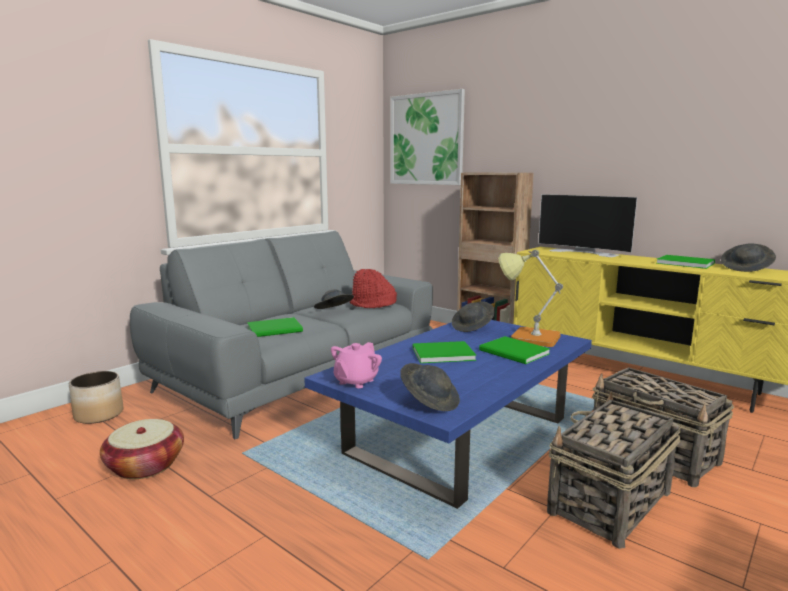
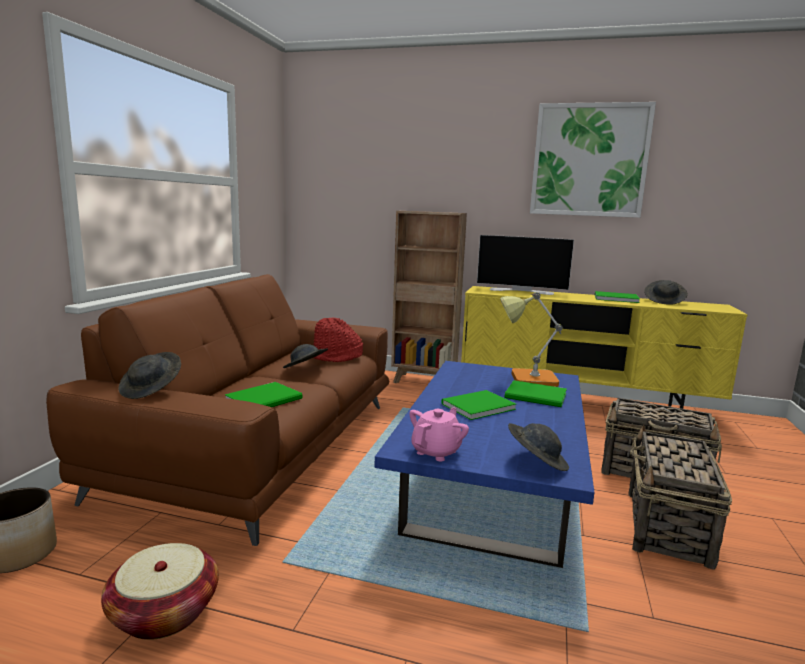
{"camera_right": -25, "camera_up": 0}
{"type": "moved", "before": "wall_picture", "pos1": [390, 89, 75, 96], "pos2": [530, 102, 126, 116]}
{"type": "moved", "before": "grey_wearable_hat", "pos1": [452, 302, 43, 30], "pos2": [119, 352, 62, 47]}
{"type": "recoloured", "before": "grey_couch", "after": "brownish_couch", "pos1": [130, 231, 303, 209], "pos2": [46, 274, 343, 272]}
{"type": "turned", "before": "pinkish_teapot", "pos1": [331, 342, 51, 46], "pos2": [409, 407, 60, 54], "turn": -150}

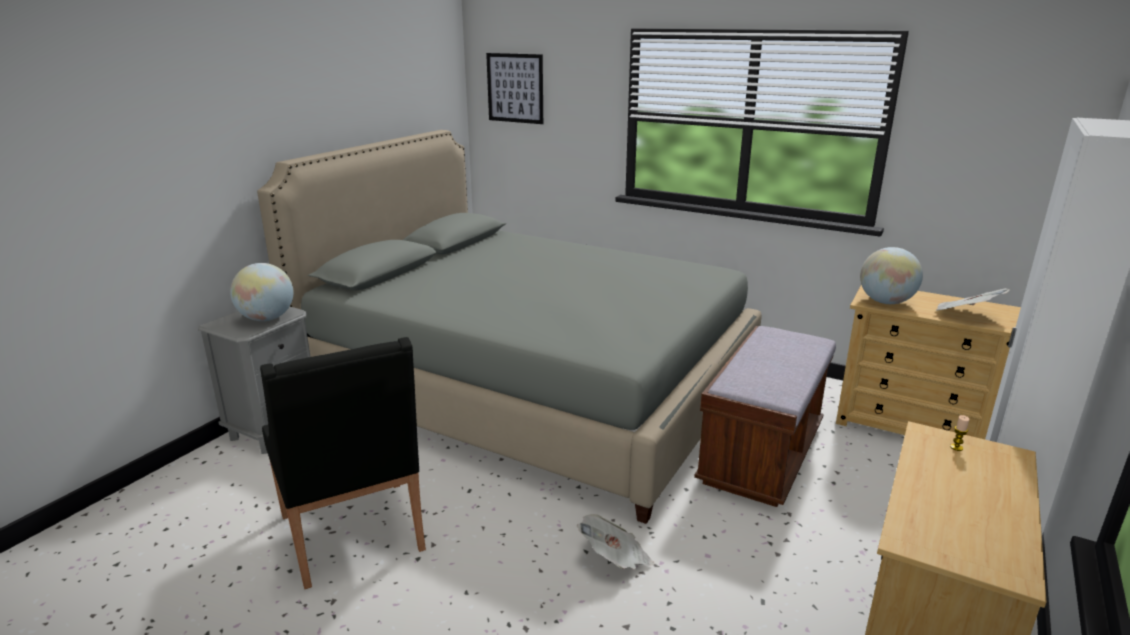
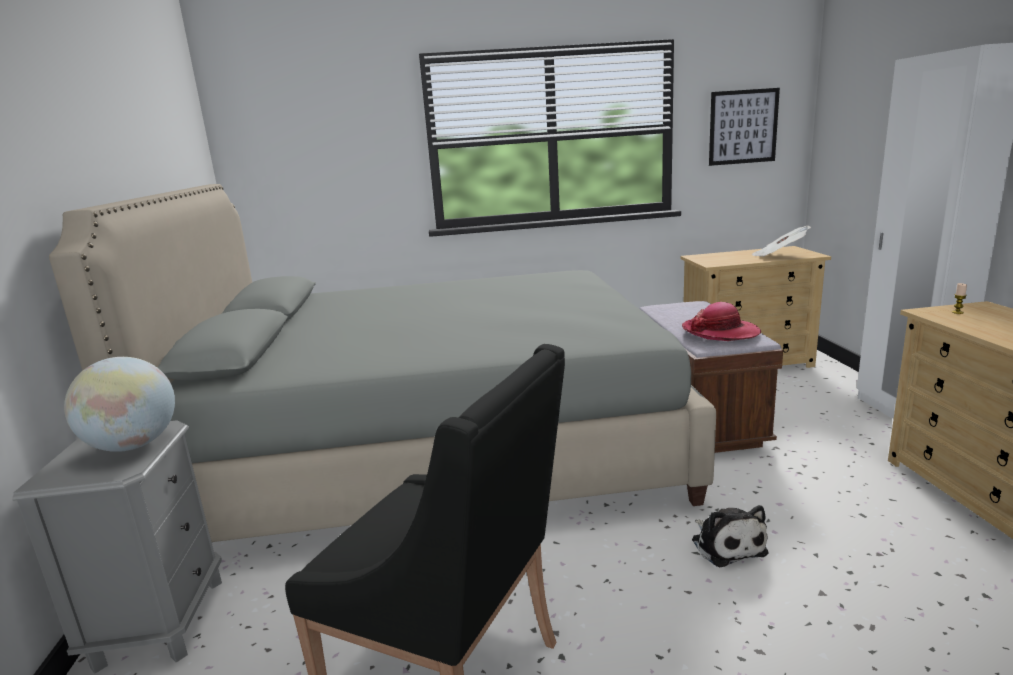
{"camera_right": -35, "camera_up": -5}
{"type": "removed", "before": "world_globe", "pos1": [860, 247, 63, 57]}
{"type": "added", "after": "wearable_hat", "pos2": [682, 302, 79, 39]}
{"type": "moved", "before": "wall_picture", "pos1": [486, 53, 57, 71], "pos2": [709, 88, 71, 78]}
{"type": "replaced", "before": "daily_paper", "after": "plush_toy", "pos1": [577, 514, 77, 56], "pos2": [692, 505, 77, 63]}

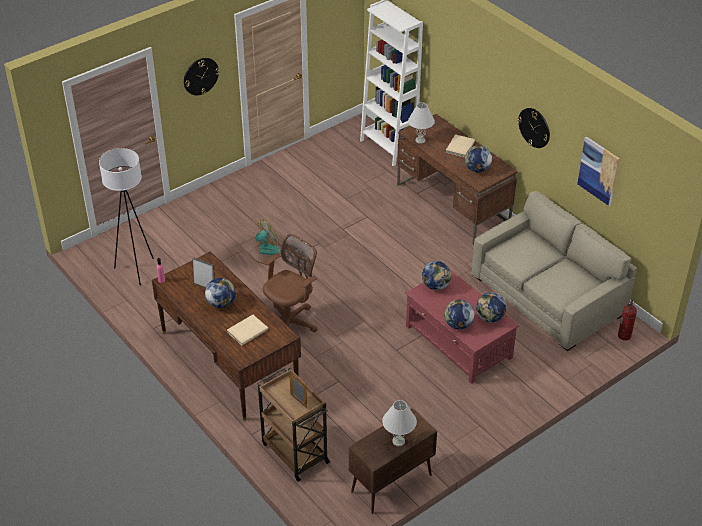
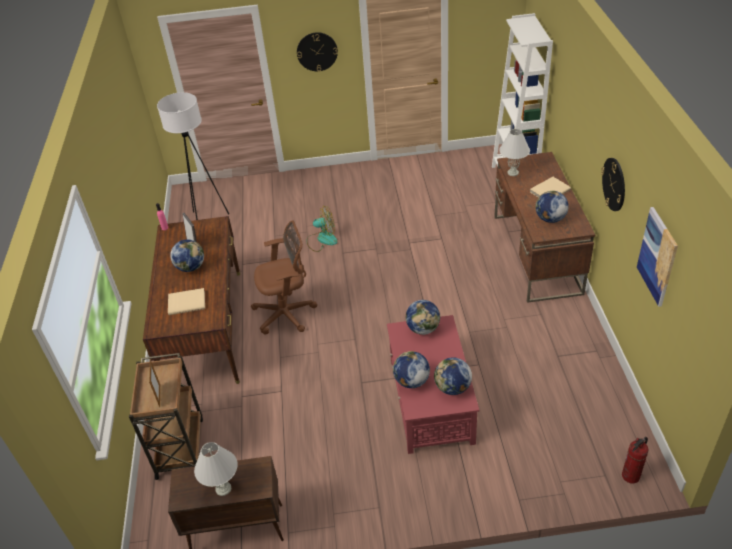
{"camera_right": 35, "camera_up": 0}
{"type": "removed", "before": "sand-coloured_couch", "pos1": [471, 191, 166, 160]}

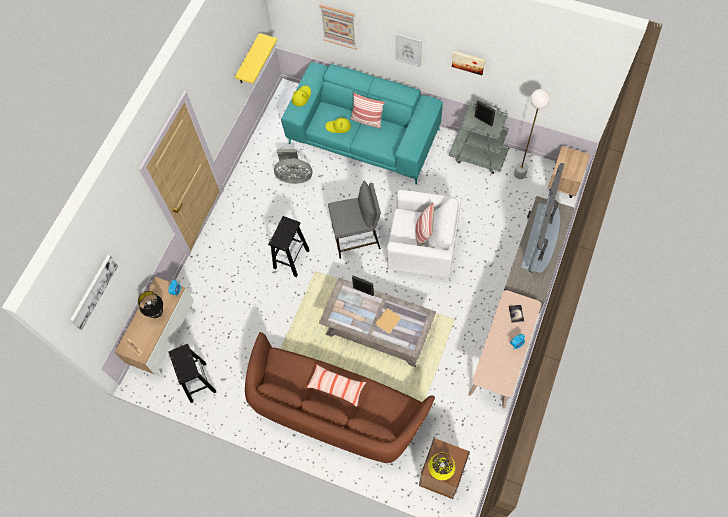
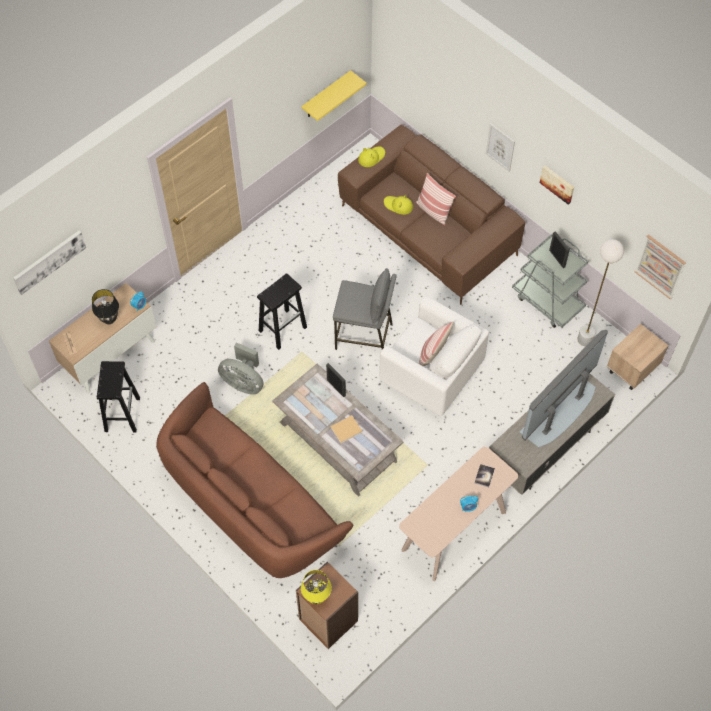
{"camera_right": 20, "camera_up": -5}
{"type": "removed", "before": "pillow", "pos1": [306, 364, 60, 43]}
{"type": "moved", "before": "grey_electric_fan", "pos1": [274, 149, 38, 35], "pos2": [218, 342, 45, 53]}
{"type": "moved", "before": "wall_picture", "pos1": [319, 5, 38, 45], "pos2": [634, 234, 52, 66]}
{"type": "recoloured", "before": "turquoise-coloured_couch", "after": "brownish_couch", "pos1": [281, 62, 162, 122], "pos2": [338, 125, 187, 180]}

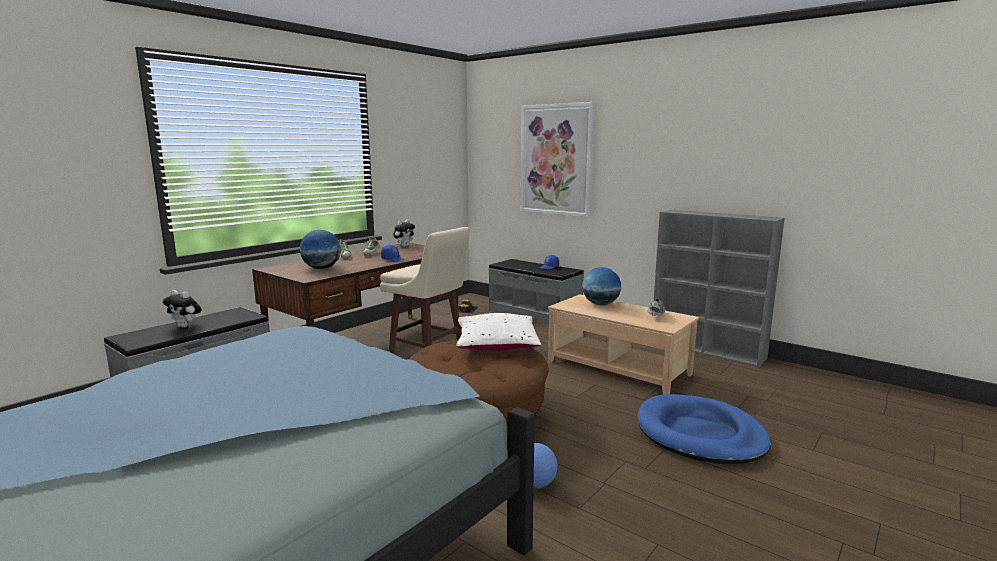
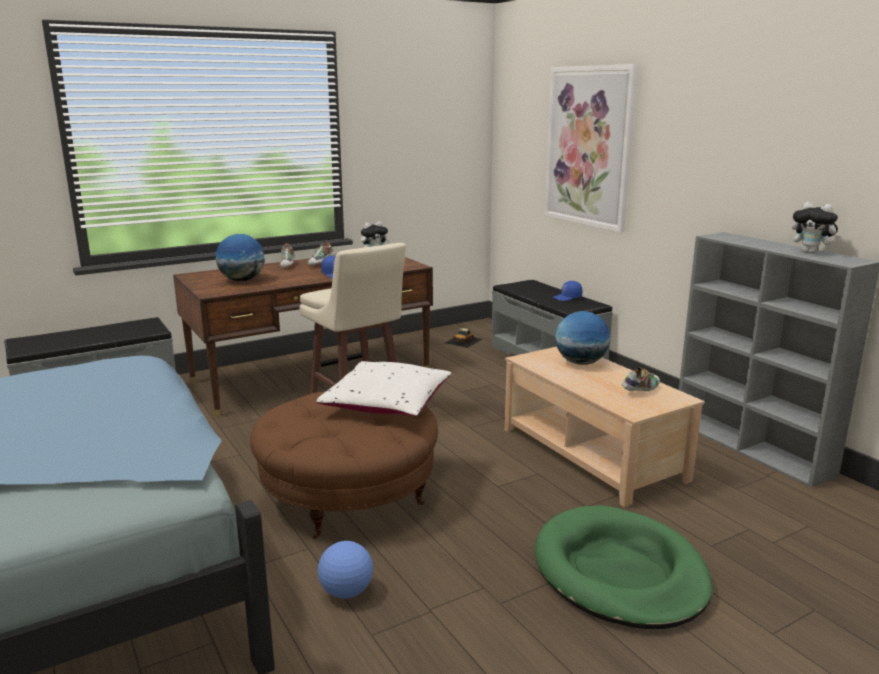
{"camera_right": 20, "camera_up": 5}
{"type": "moved", "before": "plush_toy", "pos1": [163, 290, 39, 38], "pos2": [792, 202, 49, 52]}
{"type": "recoloured", "before": "bluish_dog_cushion", "after": "green-coloured_dog_cushion", "pos1": [637, 394, 134, 70], "pos2": [535, 505, 178, 124]}

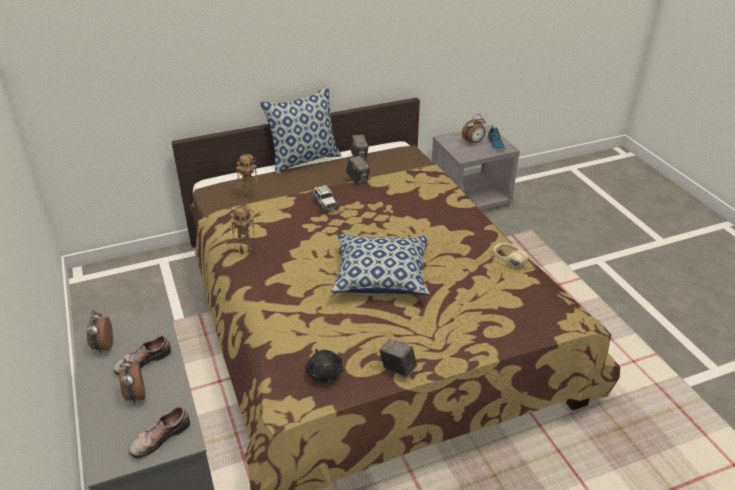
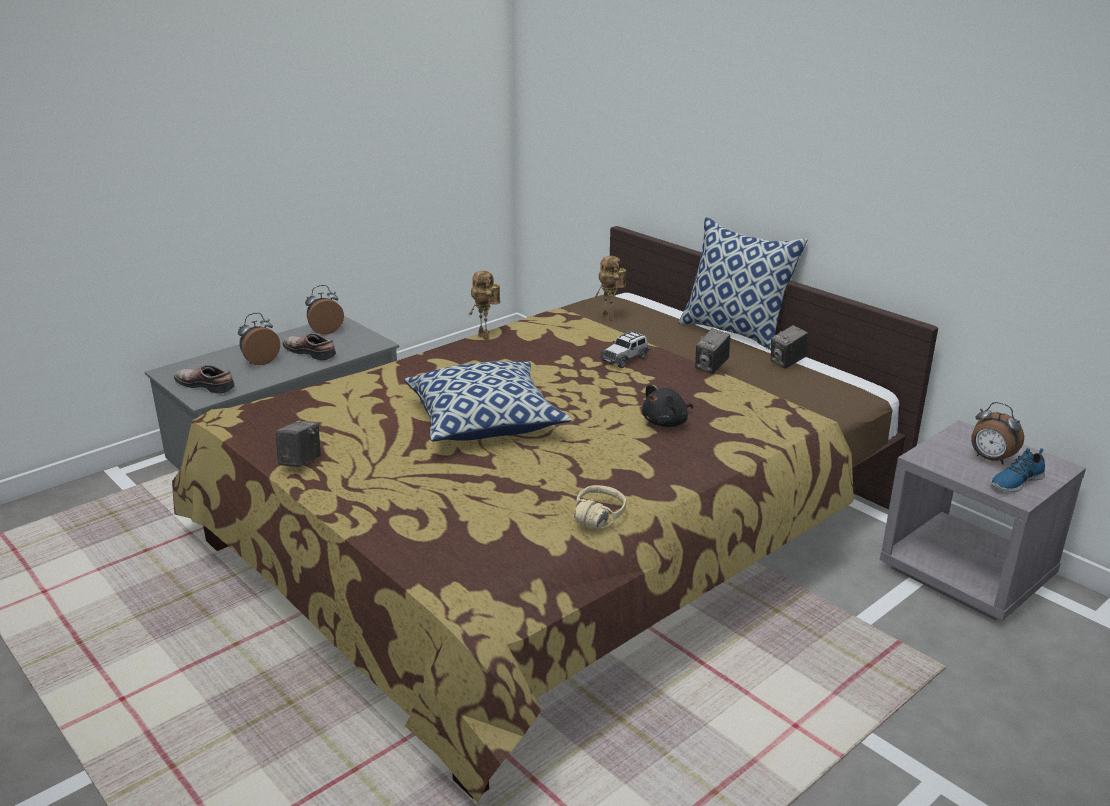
{"camera_right": 70, "camera_up": -10}
{"type": "moved", "before": "black_plush_toy", "pos1": [305, 349, 38, 33], "pos2": [642, 385, 51, 42]}

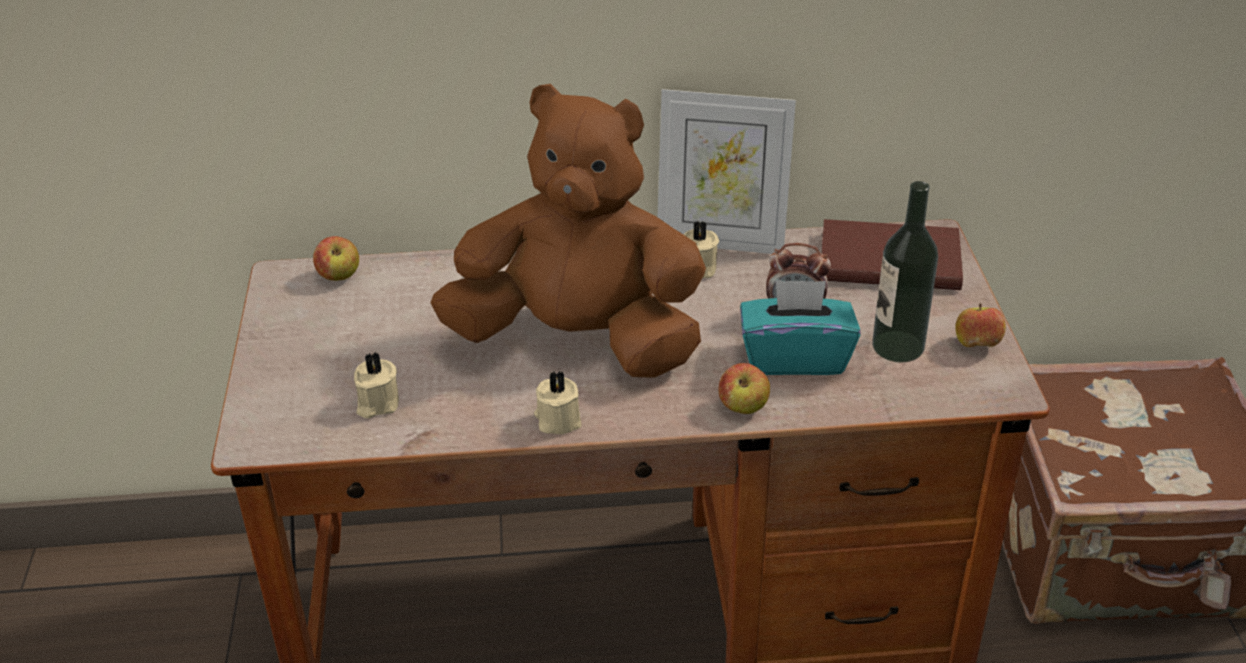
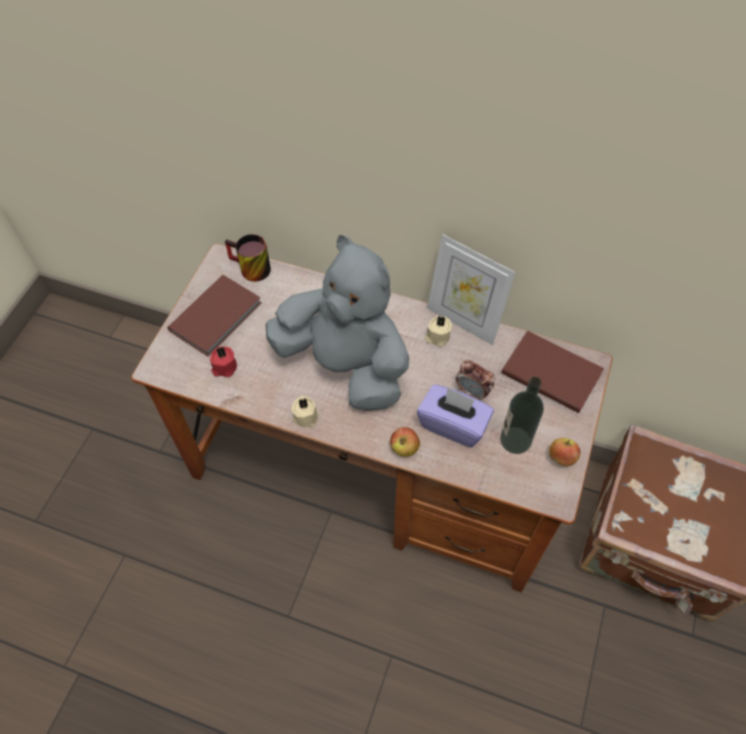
{"camera_right": 25, "camera_up": 20}
{"type": "added", "after": "brownish_bound_book", "pos2": [167, 275, 95, 82]}
{"type": "replaced", "before": "apple_fruit", "after": "tea_mug", "pos1": [313, 236, 46, 45], "pos2": [225, 234, 46, 48]}
{"type": "recoloured", "before": "sand-coloured_wax_candle", "after": "reddish_wax_candle", "pos1": [354, 352, 45, 66], "pos2": [210, 346, 27, 31]}
{"type": "recoloured", "before": "brownish_plush_toy", "after": "grey_plush_toy", "pos1": [430, 84, 276, 294], "pos2": [266, 235, 143, 176]}
{"type": "recoloured", "before": "turquoise-coloured_box_of_tissues", "after": "purplish_box_of_tissues", "pos1": [740, 279, 121, 96], "pos2": [417, 384, 77, 64]}

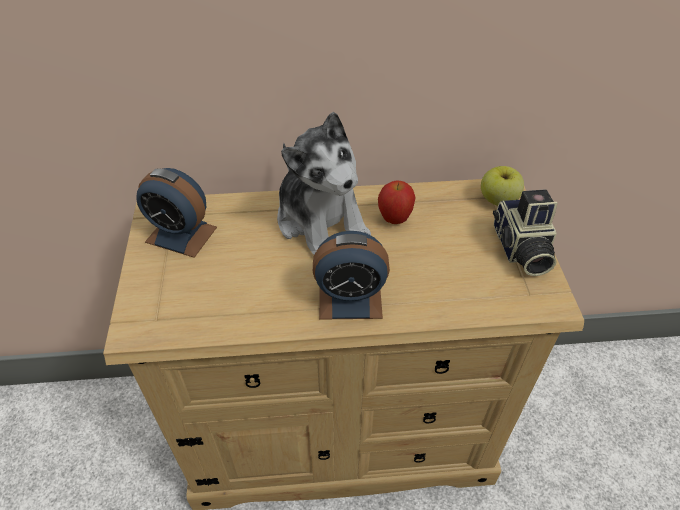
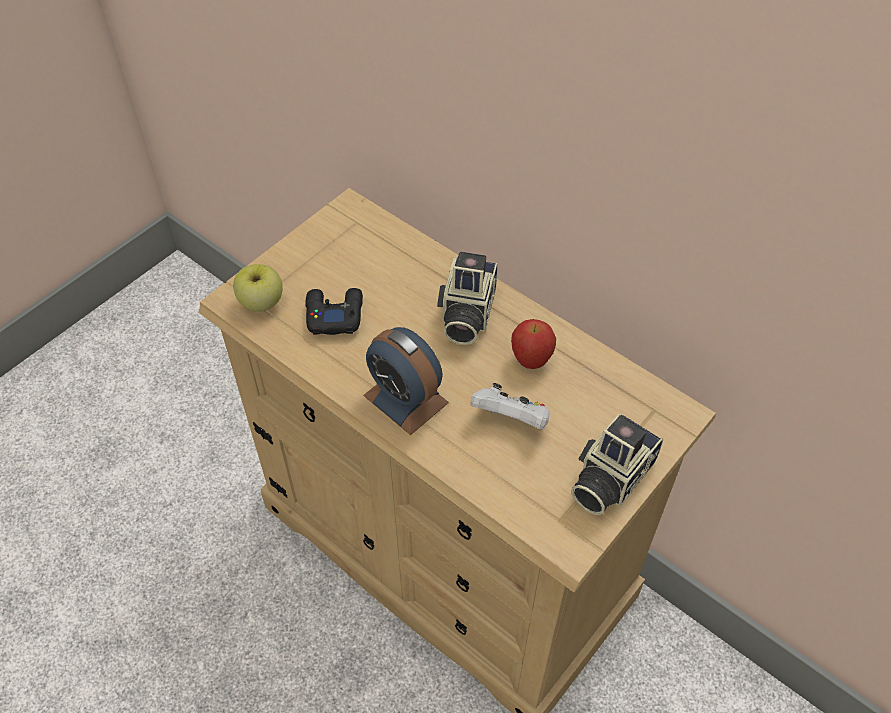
{"camera_right": 45, "camera_up": 5}
{"type": "removed", "before": "alarm_clock", "pos1": [136, 168, 81, 90]}
{"type": "added", "after": "black_gamepad", "pos2": [305, 288, 58, 47]}
{"type": "added", "after": "white_gamepad", "pos2": [471, 383, 78, 46]}
{"type": "moved", "before": "apple_fruit", "pos1": [481, 166, 43, 40], "pos2": [233, 264, 50, 48]}
{"type": "replaced", "before": "plush_toy", "after": "photo_camera", "pos1": [277, 112, 94, 143], "pos2": [437, 252, 61, 93]}

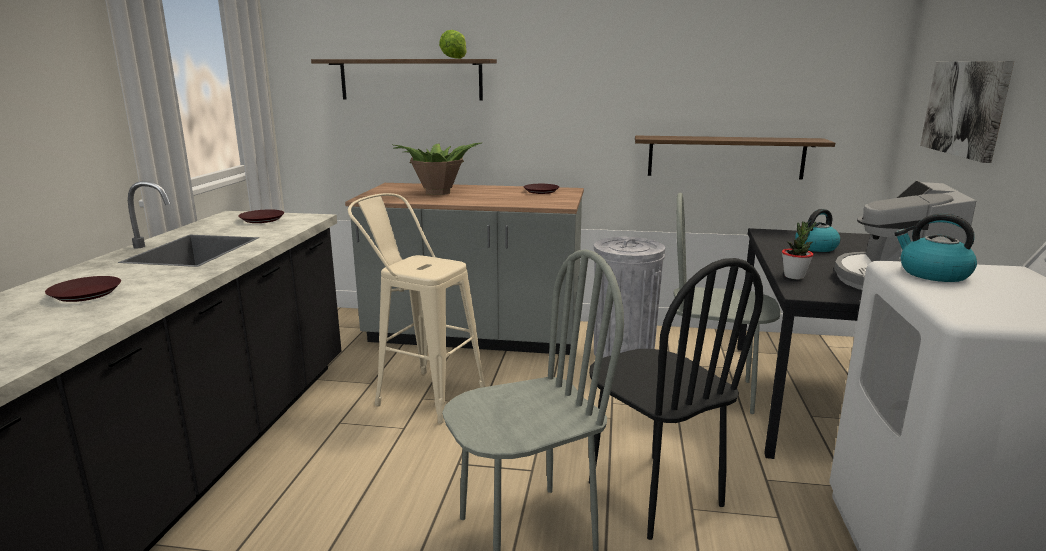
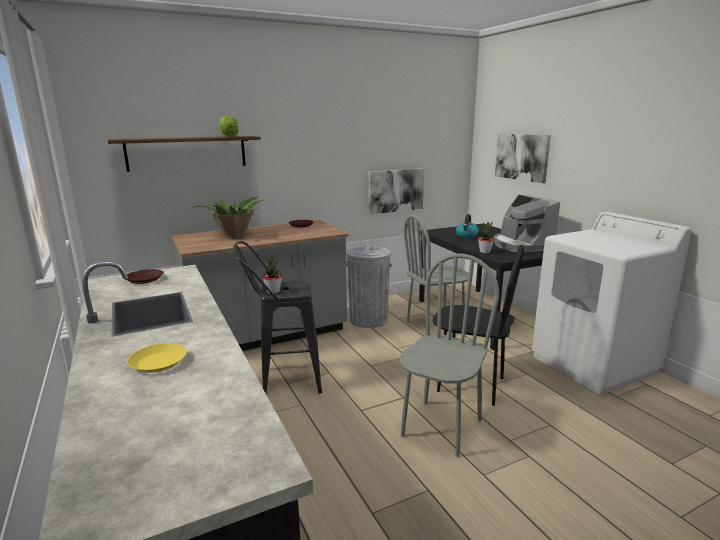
{"camera_right": -35, "camera_up": 0}
{"type": "removed", "before": "tea_kettle", "pos1": [894, 213, 83, 69]}
{"type": "added", "after": "houseplant", "pos2": [262, 254, 20, 40]}
{"type": "replaced", "before": "wall_shelf", "after": "wall_picture", "pos1": [635, 135, 200, 44], "pos2": [369, 168, 55, 46]}
{"type": "recoloured", "before": "brownish_dinner_plate", "after": "yellow-coloured_dinner_plate", "pos1": [45, 276, 76, 26], "pos2": [127, 343, 60, 30]}
{"type": "recoloured", "before": "sand-coloured_sitting_stool", "after": "black_sitting_stool", "pos1": [348, 193, 138, 231], "pos2": [233, 241, 89, 154]}

